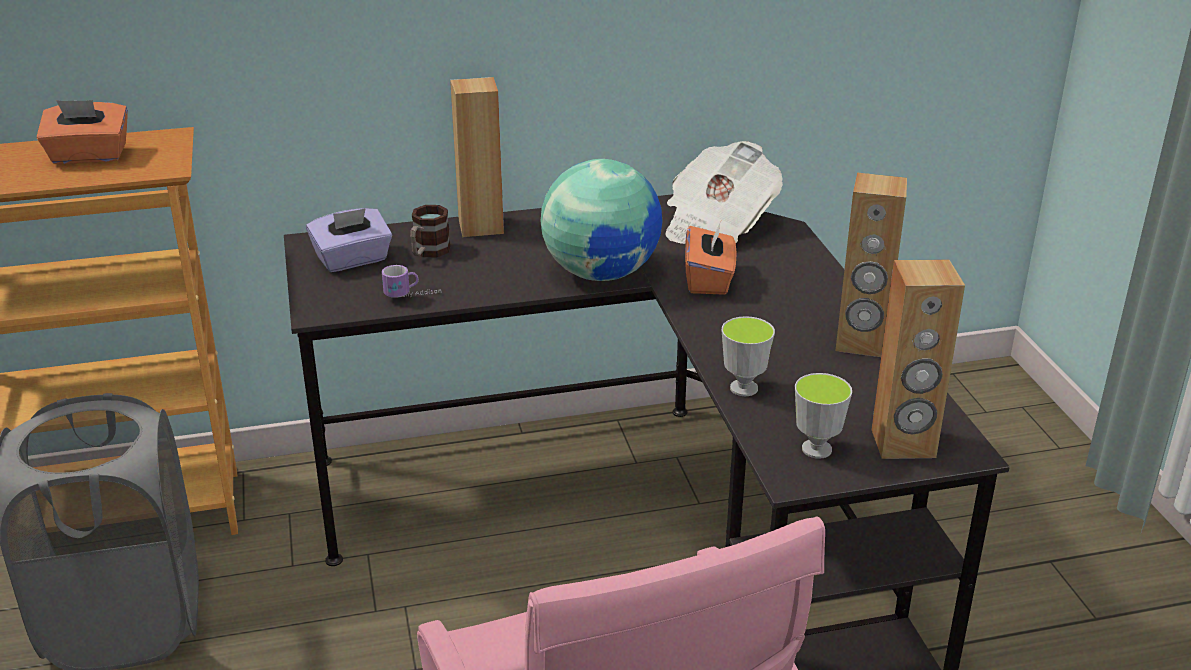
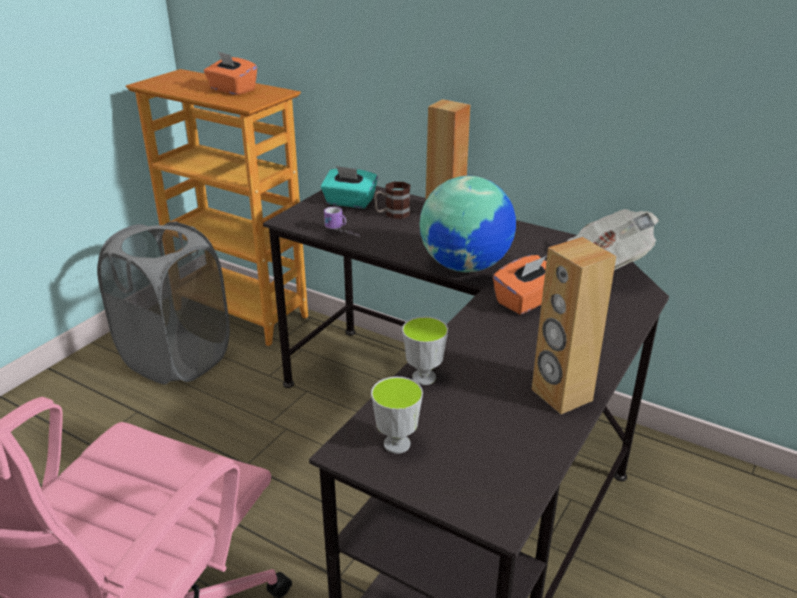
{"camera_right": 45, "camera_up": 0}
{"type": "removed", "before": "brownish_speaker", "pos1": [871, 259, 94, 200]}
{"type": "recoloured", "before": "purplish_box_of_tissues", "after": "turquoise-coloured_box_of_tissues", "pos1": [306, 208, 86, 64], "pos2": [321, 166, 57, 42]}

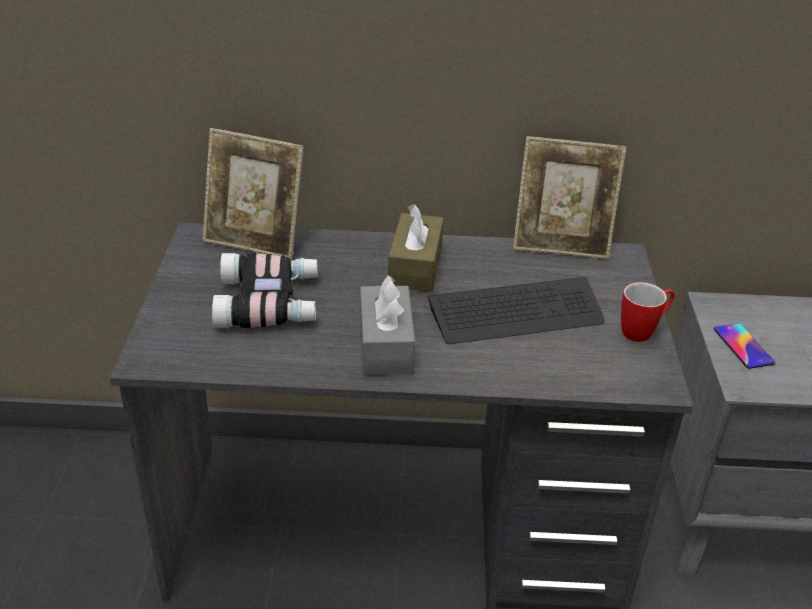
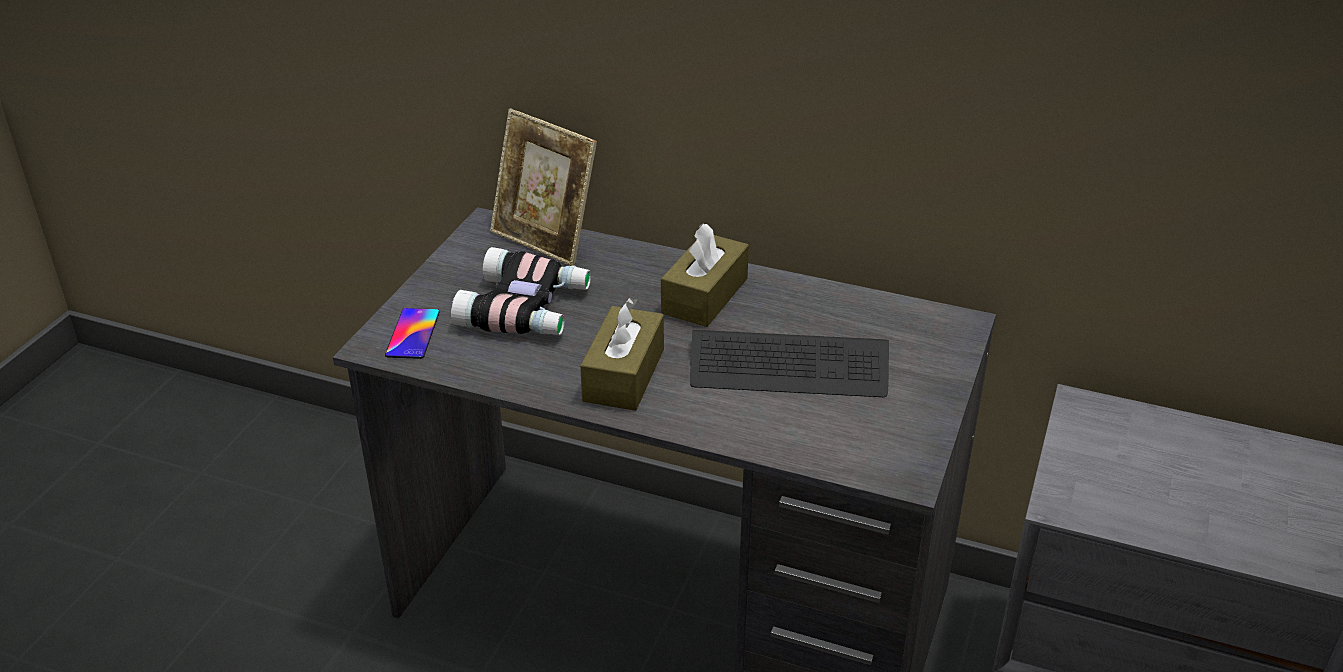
{"camera_right": 20, "camera_up": 0}
{"type": "removed", "before": "standing_frame", "pos1": [513, 136, 113, 123]}
{"type": "removed", "before": "tea_mug", "pos1": [621, 282, 54, 60]}
{"type": "moved", "before": "handset", "pos1": [714, 323, 61, 46], "pos2": [385, 308, 55, 51]}
{"type": "recoloured", "before": "grey_box_of_tissues", "after": "brownish_box_of_tissues", "pos1": [360, 276, 55, 99], "pos2": [580, 298, 84, 113]}

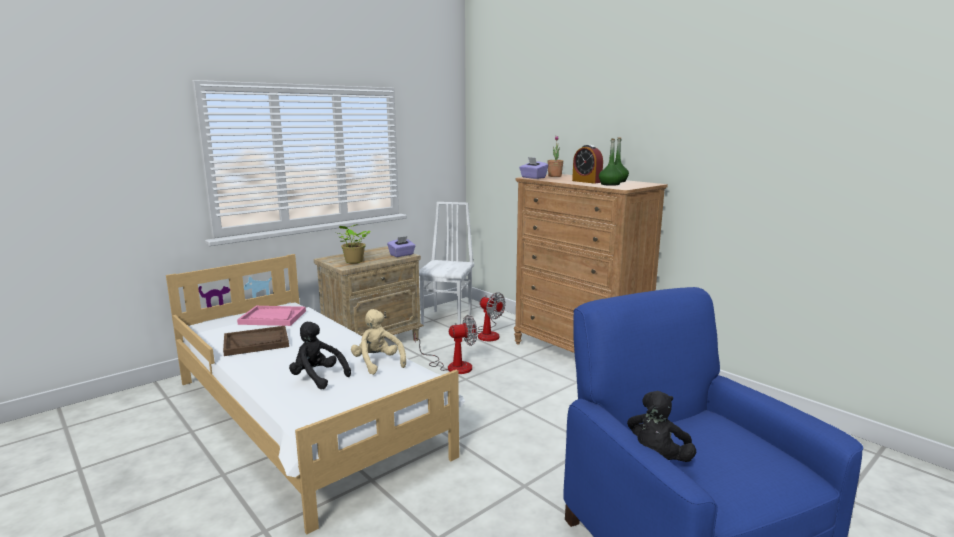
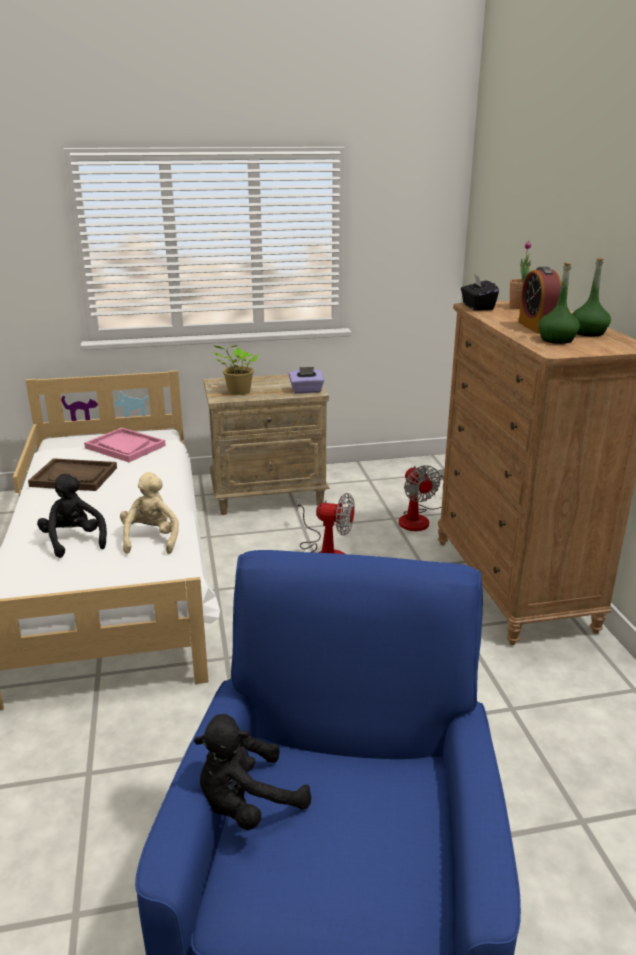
{"camera_right": 30, "camera_up": 10}
{"type": "removed", "before": "white_plain_chair", "pos1": [419, 202, 55, 123]}
{"type": "recoloured", "before": "purplish_box_of_tissues", "after": "black_box_of_tissues", "pos1": [519, 157, 29, 22], "pos2": [461, 274, 38, 37]}

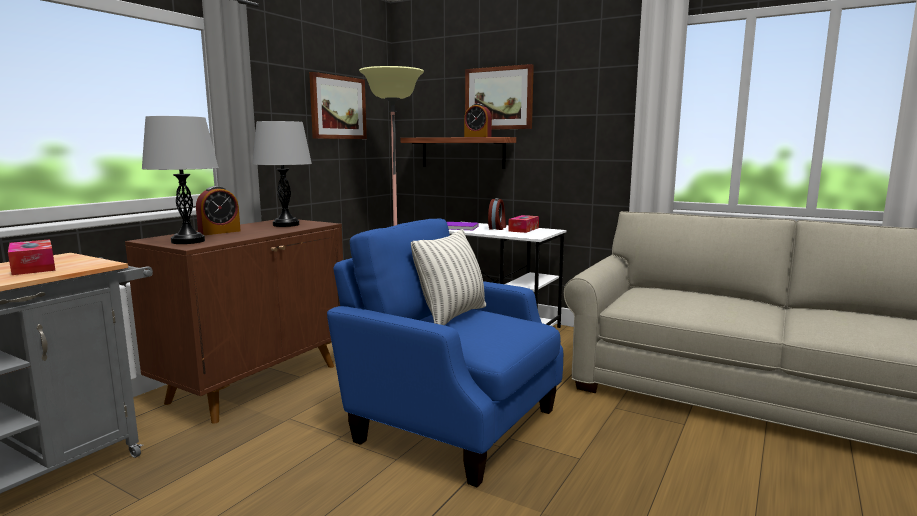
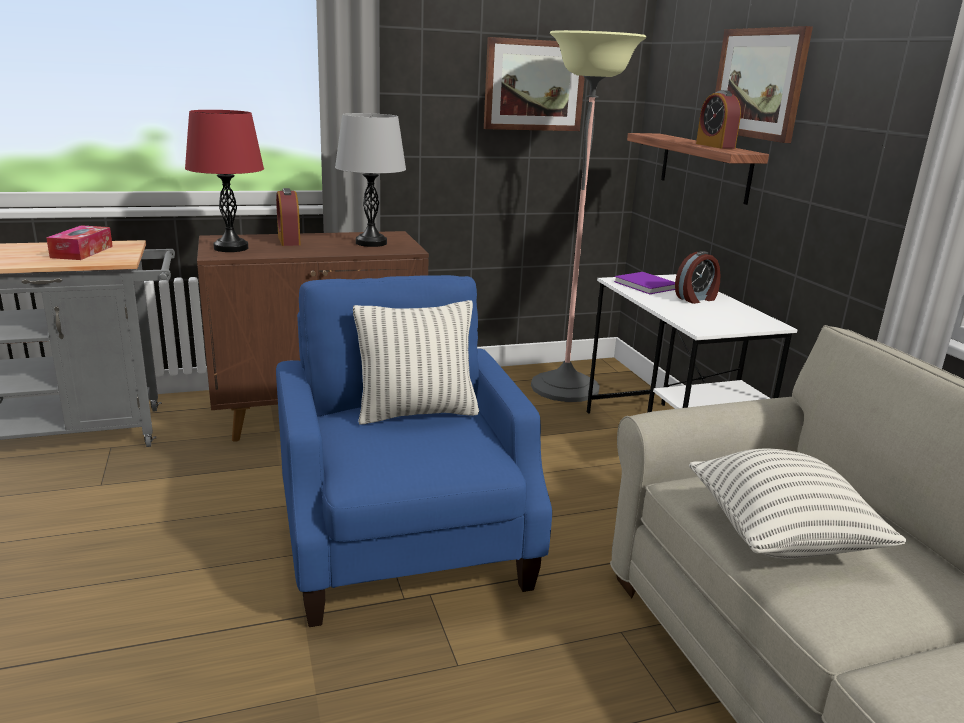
{"camera_right": 40, "camera_up": 10}
{"type": "removed", "before": "box_of_tissues", "pos1": [508, 215, 31, 18]}
{"type": "added", "after": "pillow", "pos2": [689, 449, 217, 110]}
{"type": "recoloured", "before": "grey_table_lamp", "after": "reddish_table_lamp", "pos1": [142, 116, 77, 128], "pos2": [185, 110, 79, 142]}
{"type": "turned", "before": "alarm_clock", "pos1": [196, 186, 45, 49], "pos2": [276, 188, 25, 58], "turn": 75}

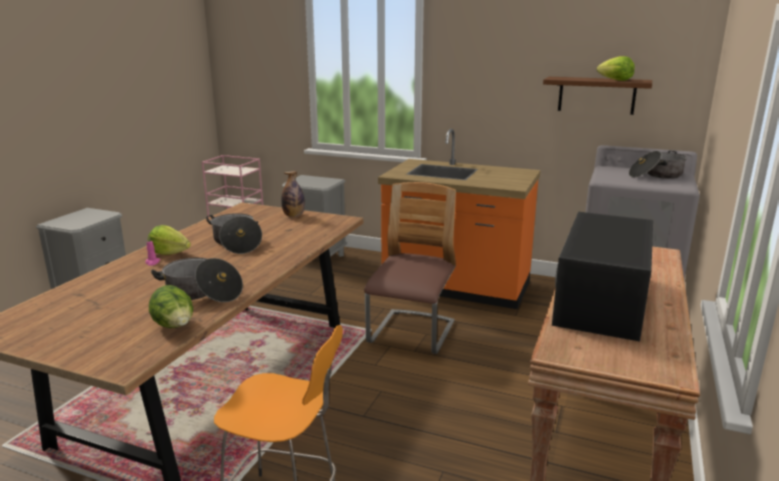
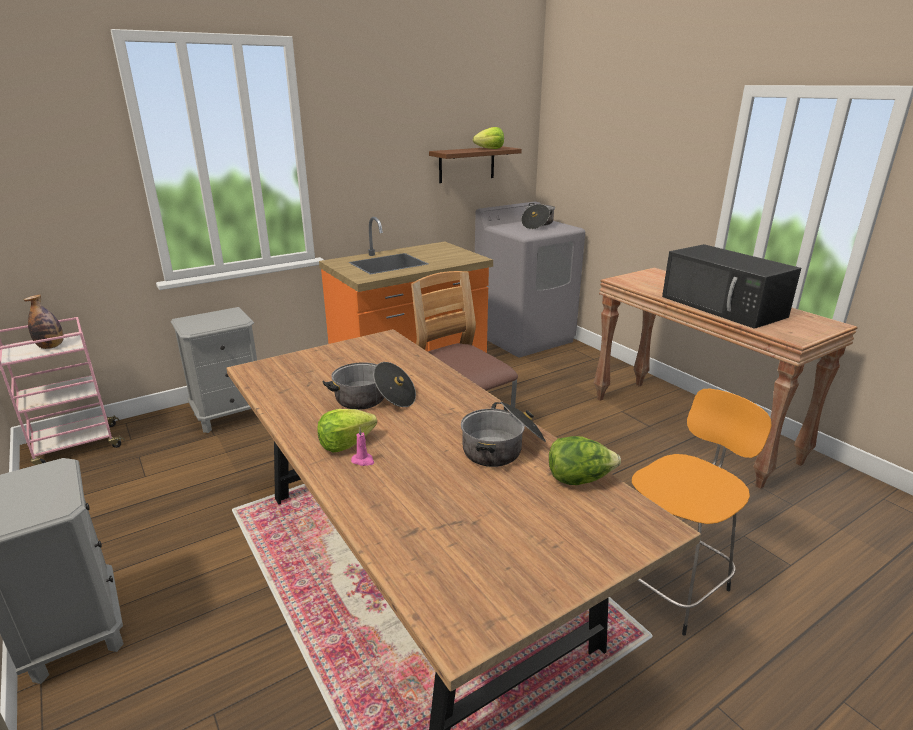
{"camera_right": -55, "camera_up": 5}
{"type": "moved", "before": "drink_bottle", "pos1": [281, 171, 24, 46], "pos2": [24, 294, 40, 55]}

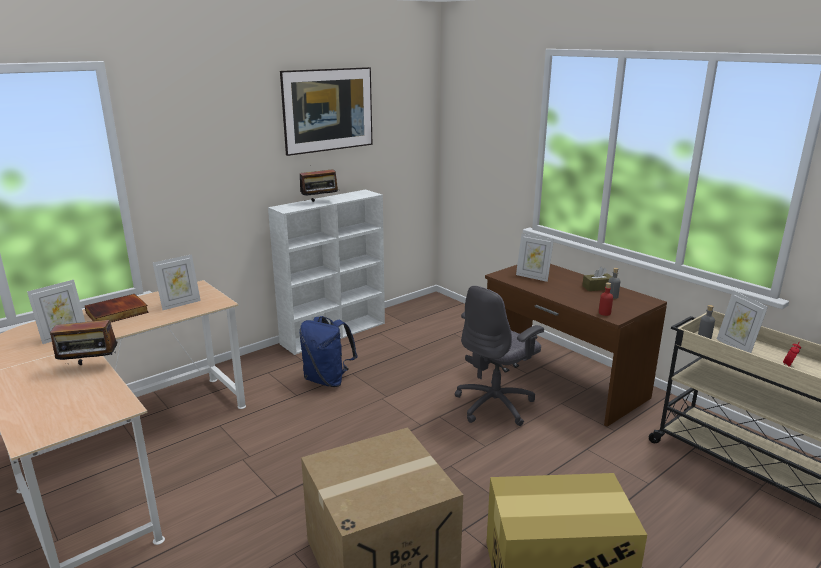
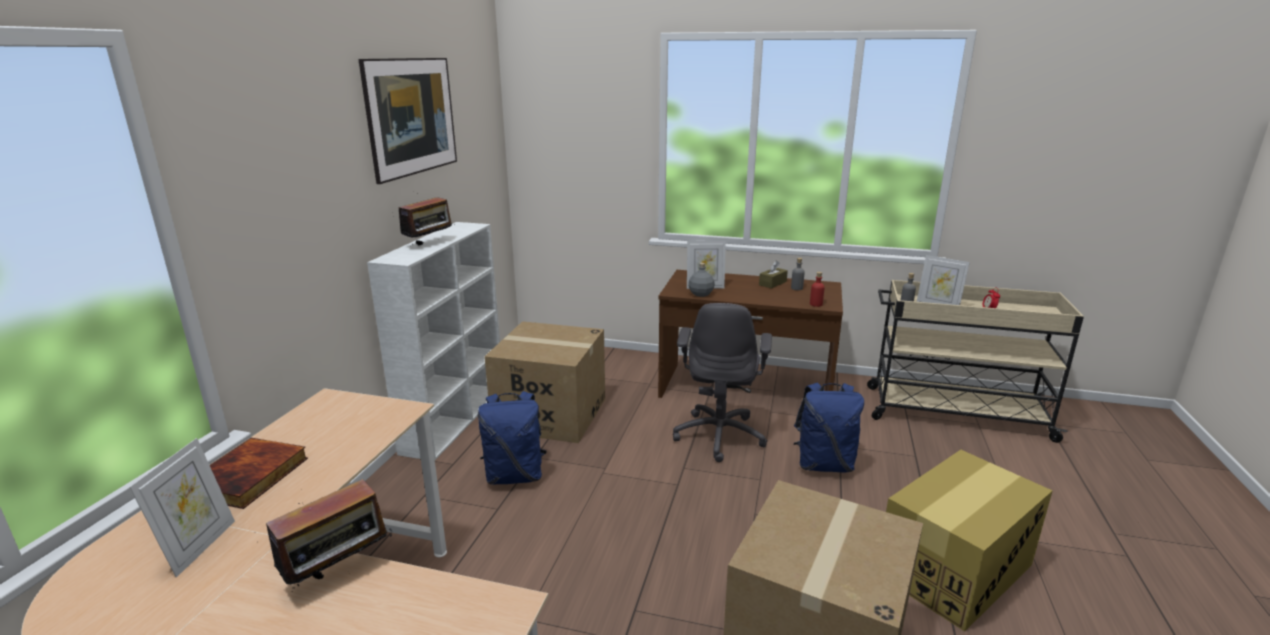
{"camera_right": -35, "camera_up": 0}
{"type": "removed", "before": "standing_frame", "pos1": [153, 254, 48, 56]}
{"type": "added", "after": "cardboard_box", "pos2": [484, 321, 121, 122]}
{"type": "added", "after": "grey_drink_bottle", "pos2": [688, 263, 27, 34]}
{"type": "added", "after": "bluish_backpack", "pos2": [794, 383, 70, 89]}

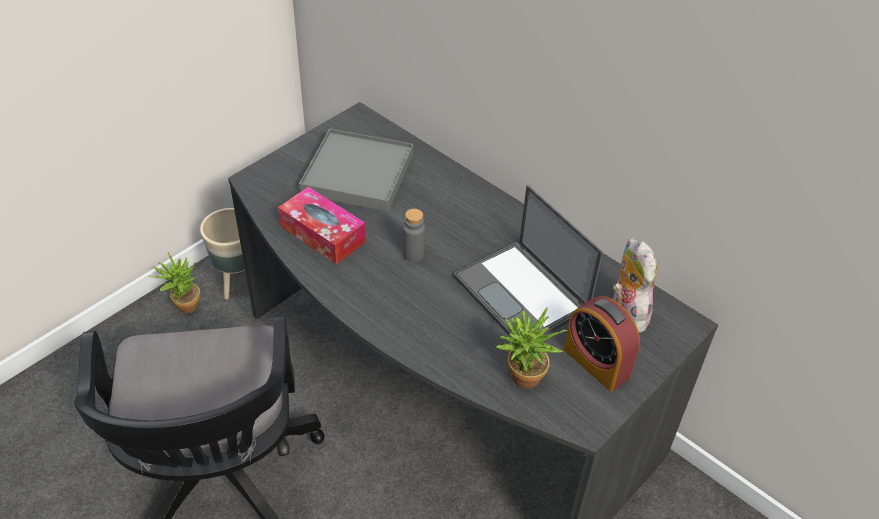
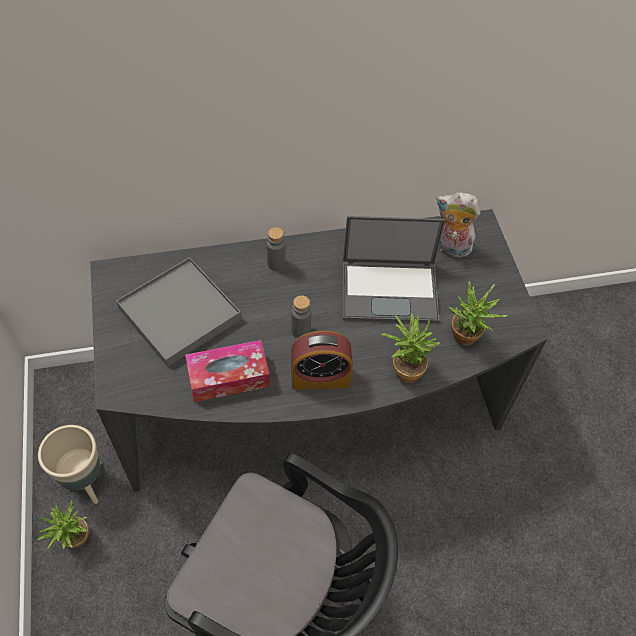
{"camera_right": -55, "camera_up": 10}
{"type": "added", "after": "grey_drink_bottle", "pos2": [266, 227, 20, 44]}
{"type": "added", "after": "houseplant", "pos2": [381, 313, 59, 70]}
{"type": "moved", "before": "alarm_clock", "pos1": [564, 296, 76, 95], "pos2": [291, 331, 62, 59]}

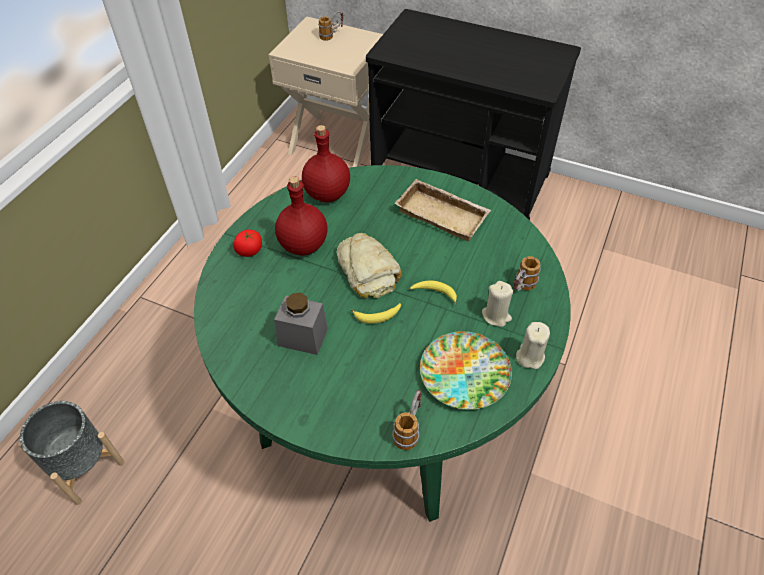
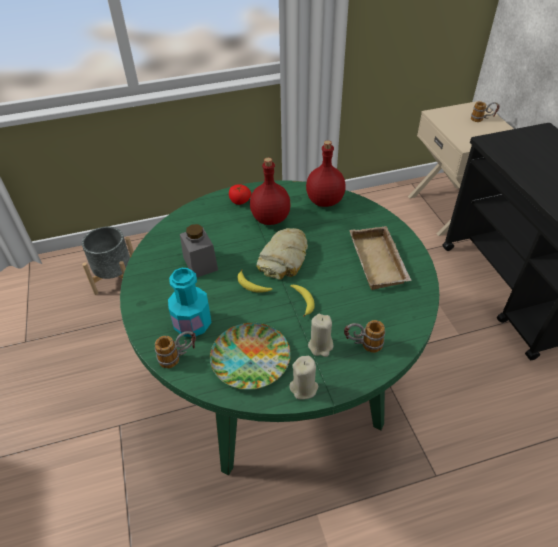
{"camera_right": 50, "camera_up": -5}
{"type": "added", "after": "turquoise-coloured_drink_bottle", "pos2": [168, 268, 44, 69]}

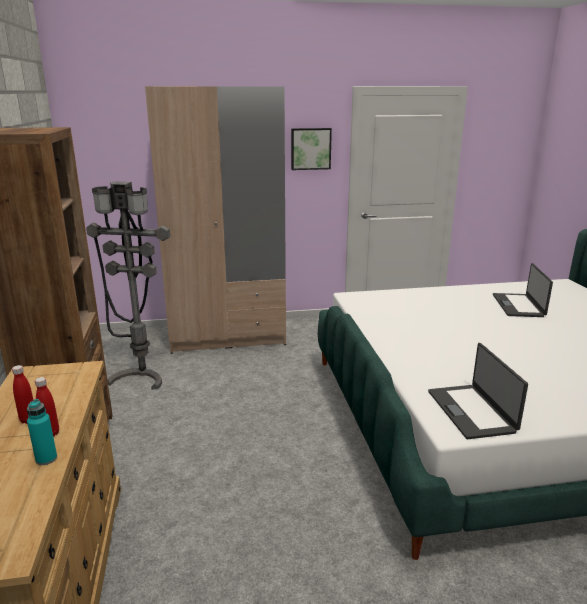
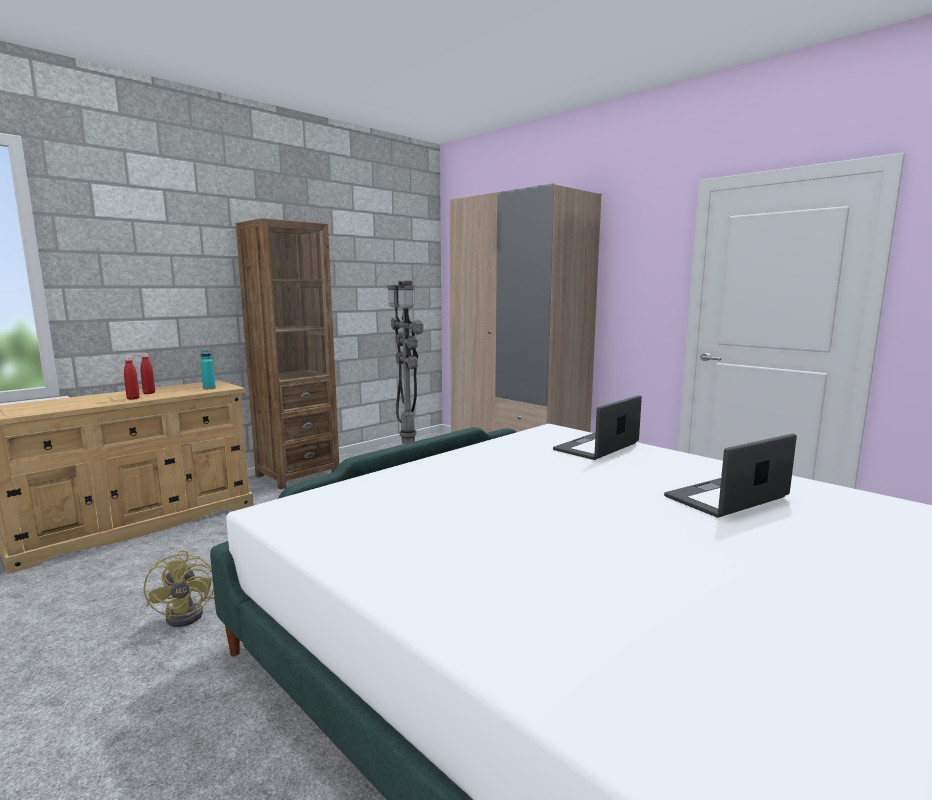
{"camera_right": 55, "camera_up": -10}
{"type": "removed", "before": "wall_picture", "pos1": [291, 128, 41, 42]}
{"type": "added", "after": "yellow-coloured_electric_fan", "pos2": [144, 550, 70, 77]}
{"type": "moved", "before": "turquoise-coloured_drink_bottle", "pos1": [27, 399, 30, 66], "pos2": [200, 350, 16, 39]}
{"type": "moved", "before": "notebook_computer", "pos1": [428, 343, 100, 96], "pos2": [553, 395, 89, 65]}

